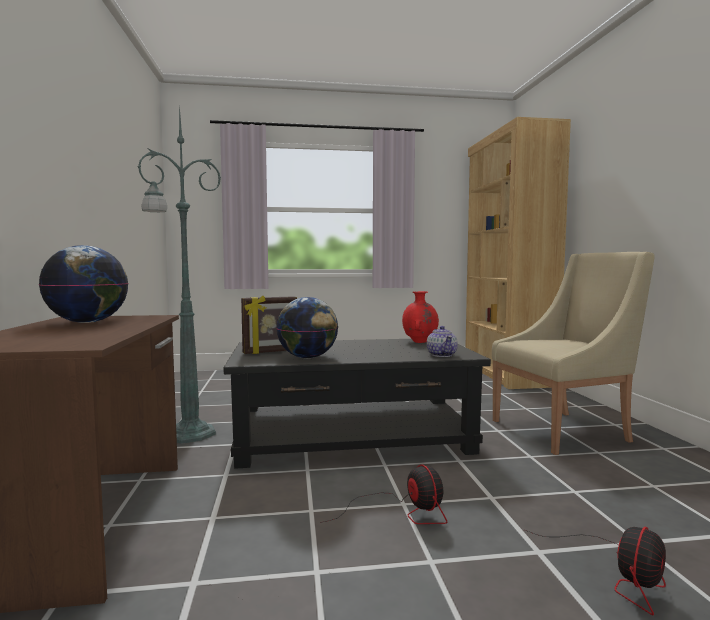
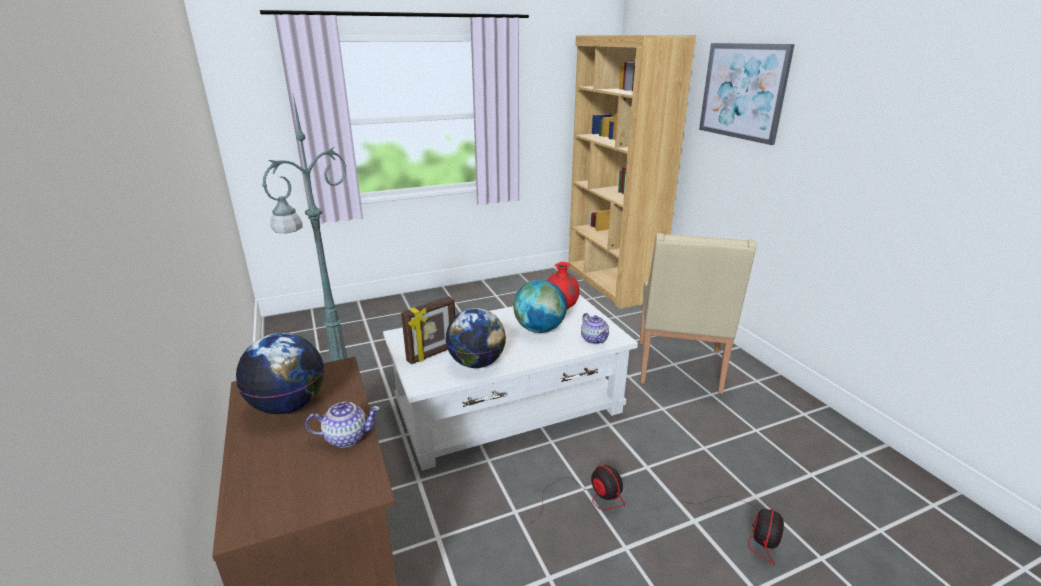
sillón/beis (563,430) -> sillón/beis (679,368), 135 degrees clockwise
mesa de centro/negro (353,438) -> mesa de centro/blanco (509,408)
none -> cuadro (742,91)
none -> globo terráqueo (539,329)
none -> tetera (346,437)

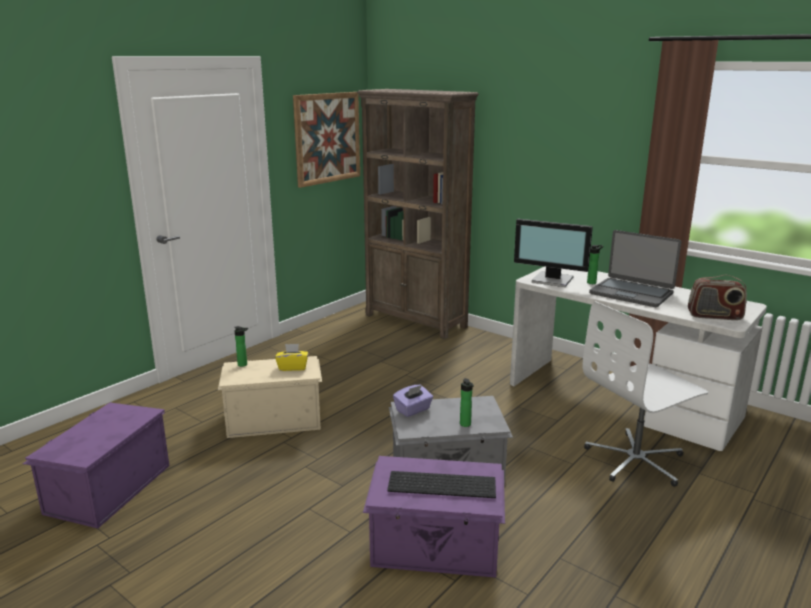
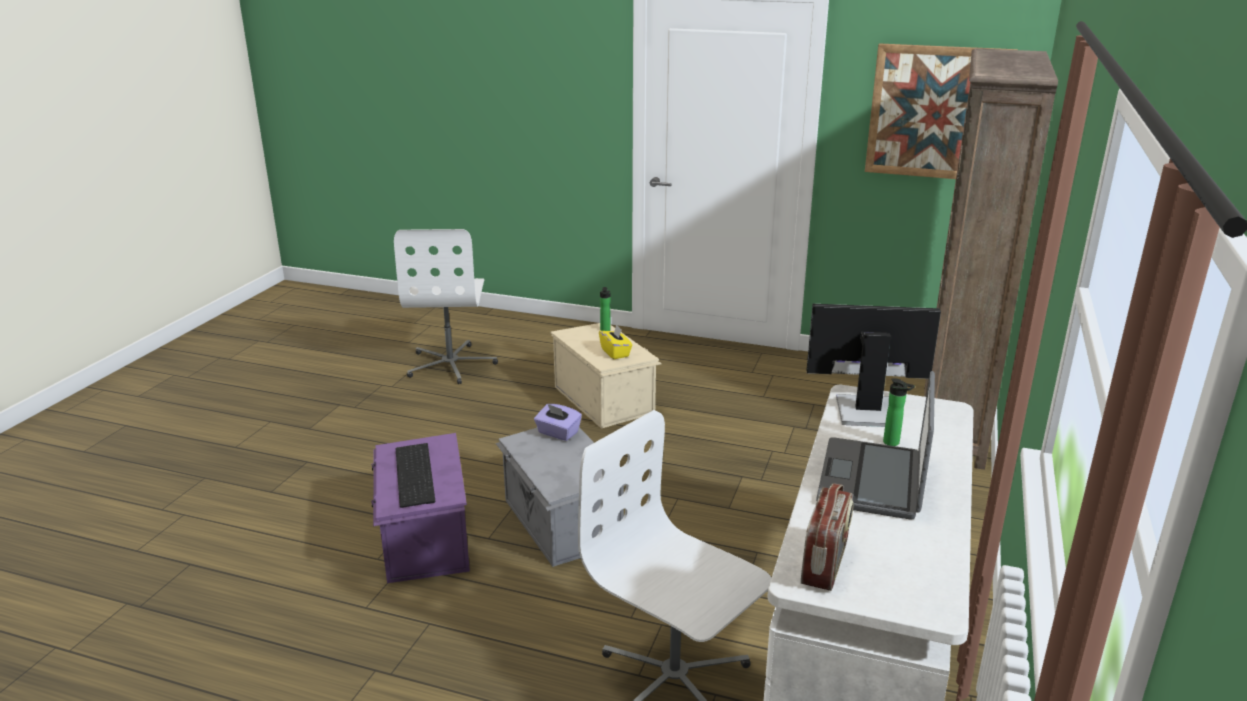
monitor (552,280) -> monitor (866,410), 90 degrees clockwise
radio (714,316) -> radio (825,564), 150 degrees counterclockwise
botella (466,425) -> none
caja de almacenaje/morado (107,489) -> silla de oficina/blanco (451,364)

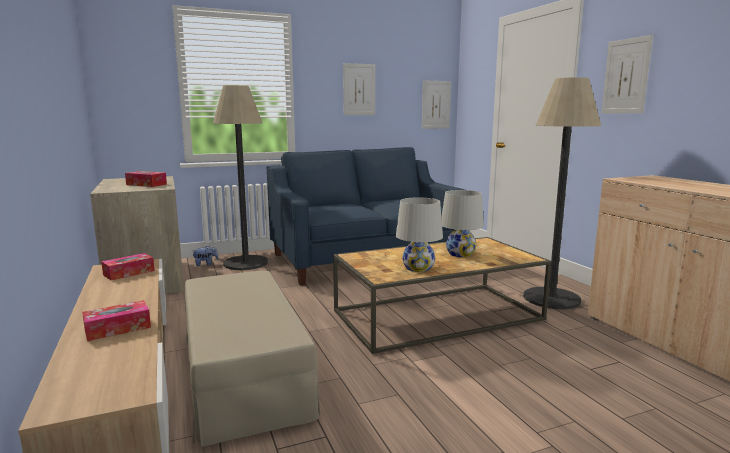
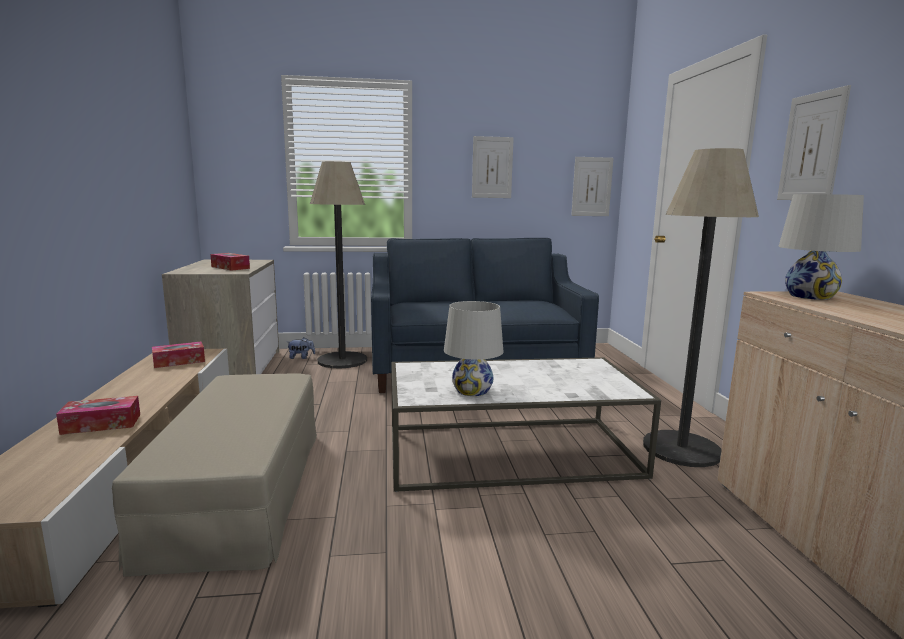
lámpara de mesa/blanco (460,254) -> lámpara de mesa/blanco (810,296), moved
mesa de centro/marrón (437,315) -> mesa de centro/blanco (510,452)

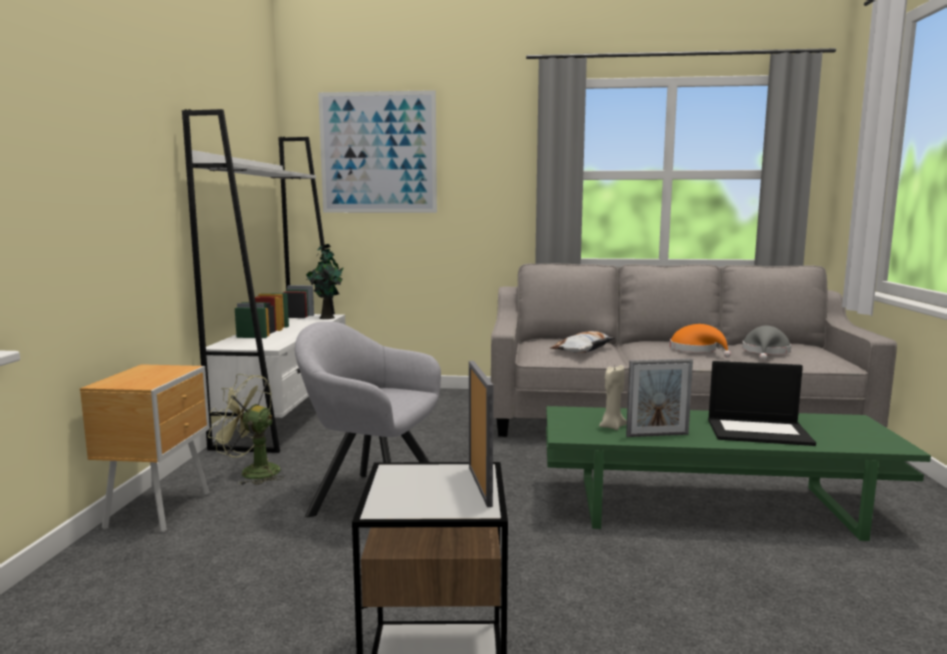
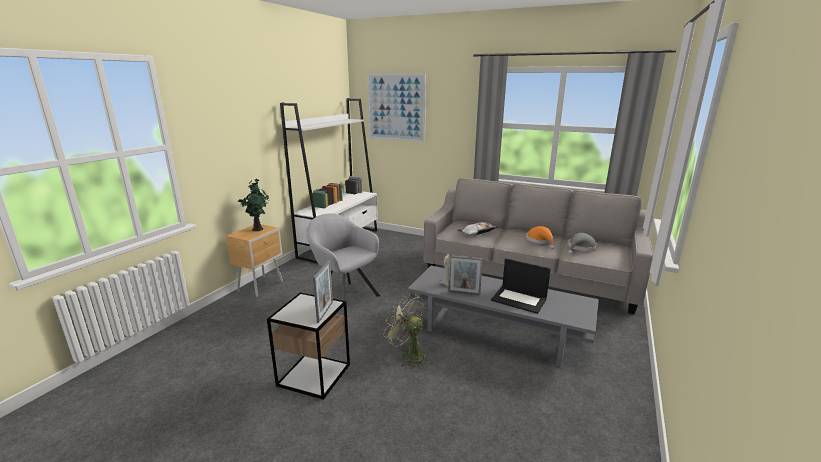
planta en maceta (326,317) -> planta en maceta (258,229), moved
ventilador/verde (251,472) -> ventilador/verde (408,354), moved
mesa de centro/verde (712,506) -> mesa de centro/gris (498,331)

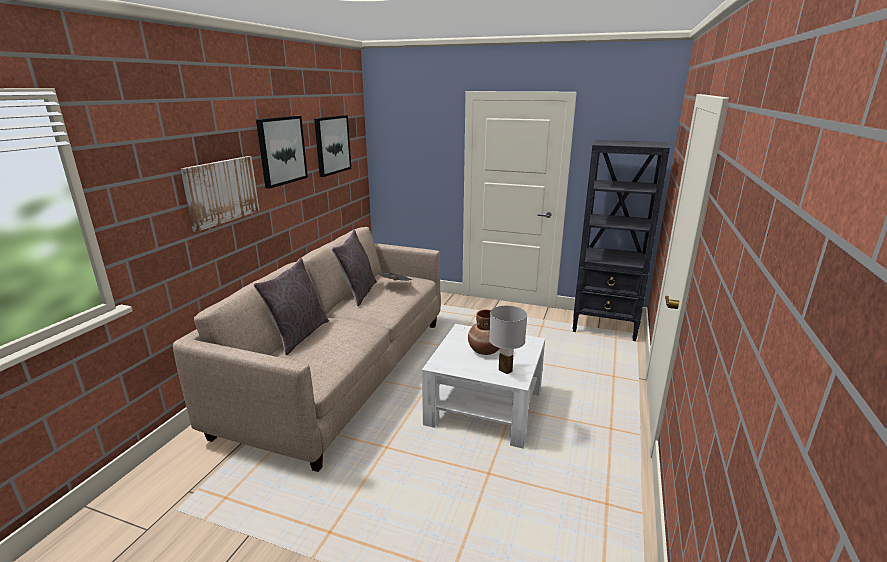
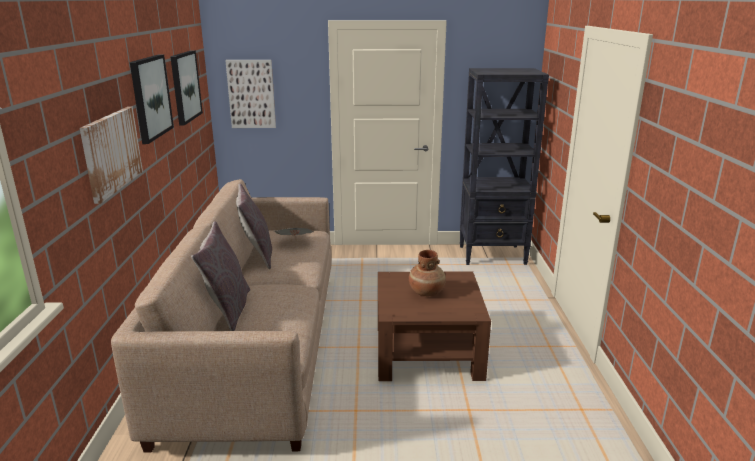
lámpara de mesa/blanco (505,370) -> none
mesa de centro/blanco (485,406) -> mesa de centro/marrón (427,351)
none -> cuadro (251,94)

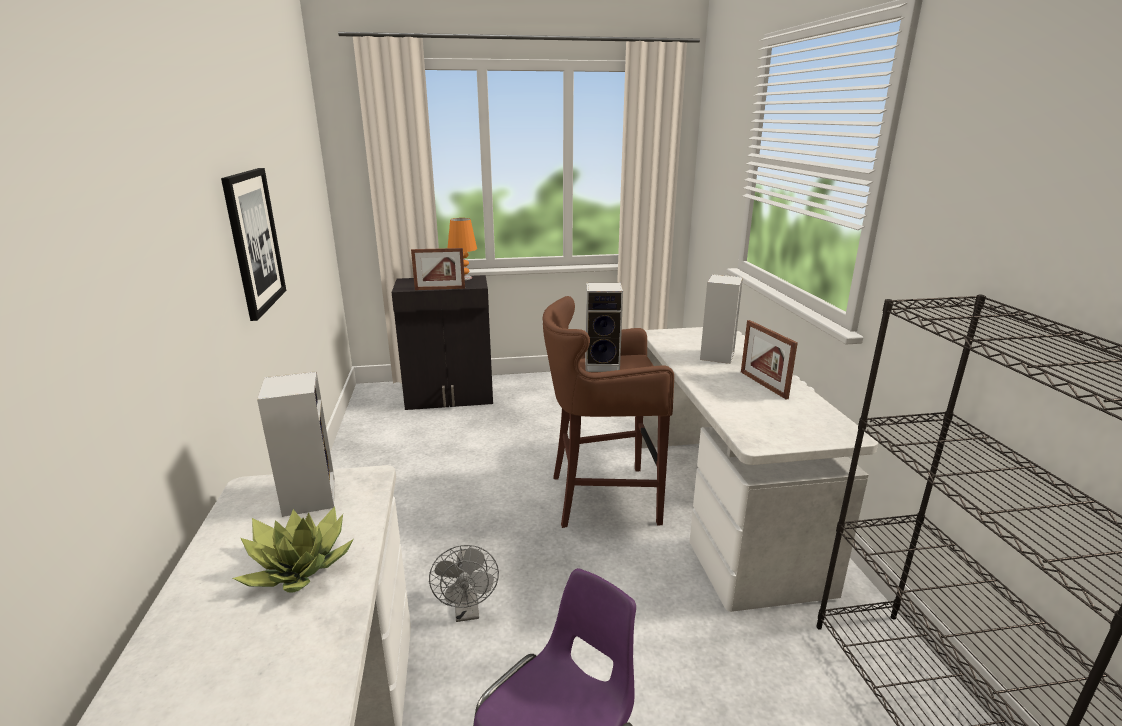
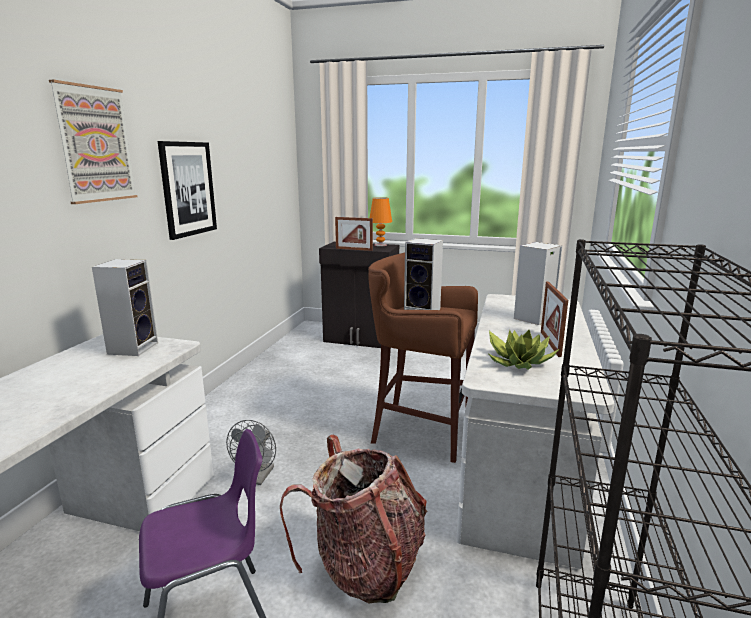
planta en maceta (299,566) -> planta en maceta (518,362), moved
none -> cuadro (95,144)
none -> mochila (365,566)

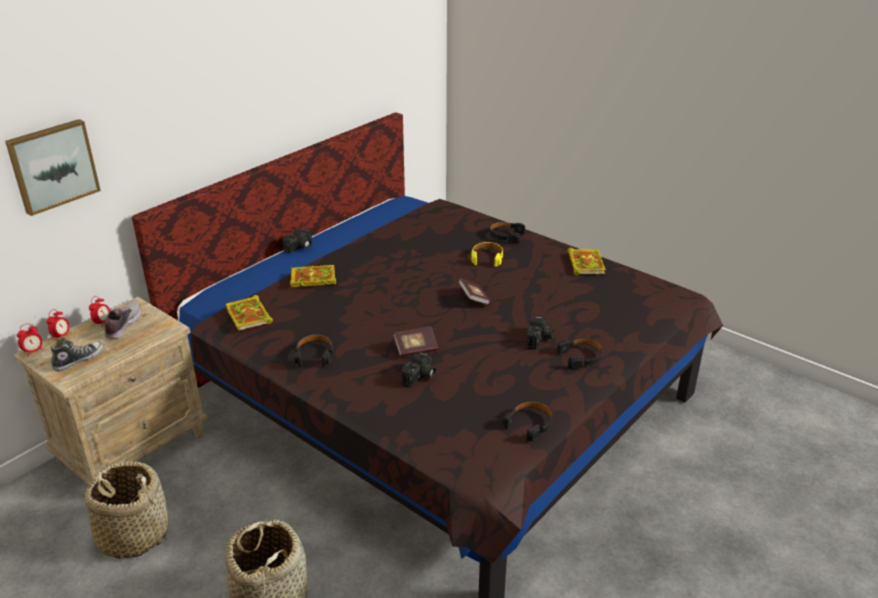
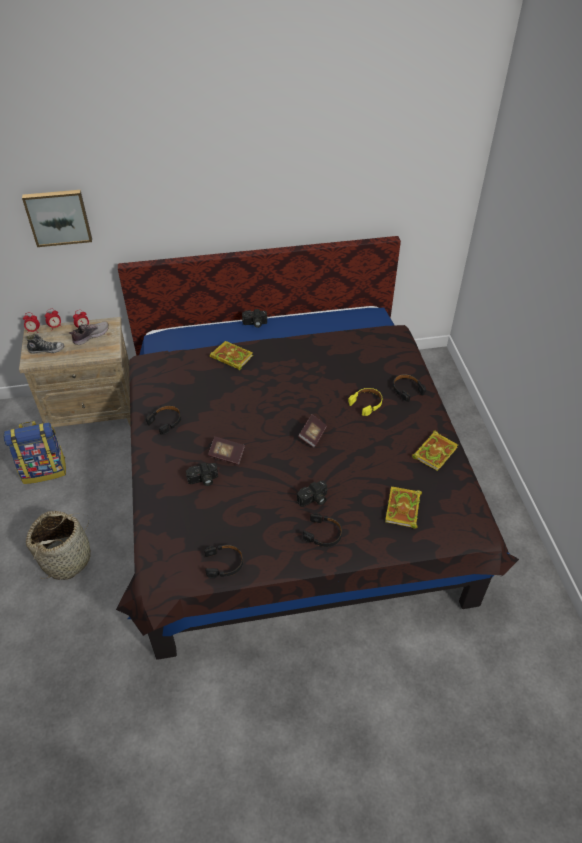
libro (249,316) -> libro (403,509), moved
cesta (133,535) -> mochila (44,470)

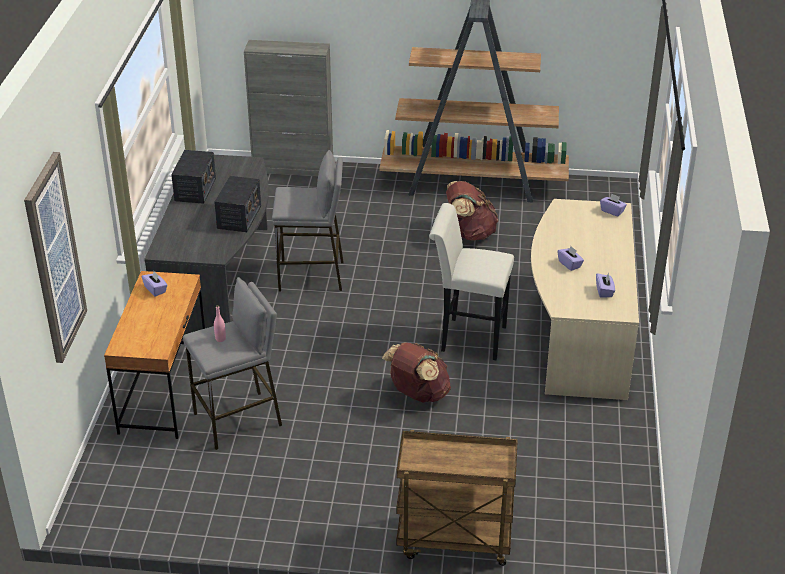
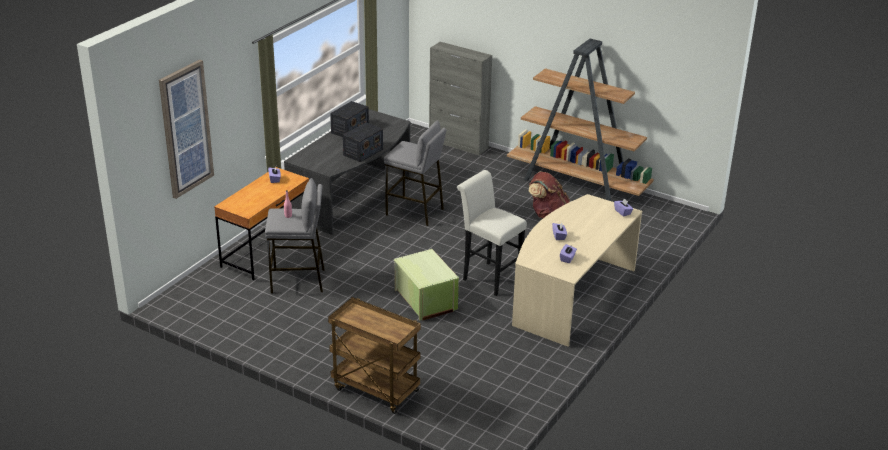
mochila/marrón (418,394) -> caja de almacenaje/verde (425,300)

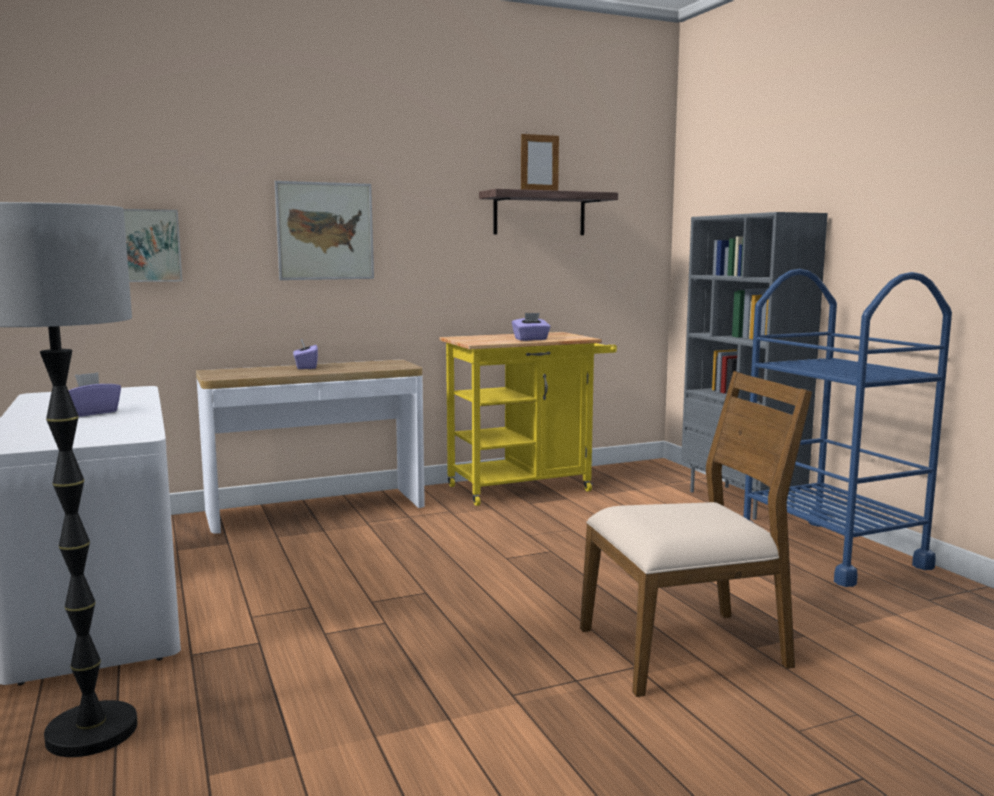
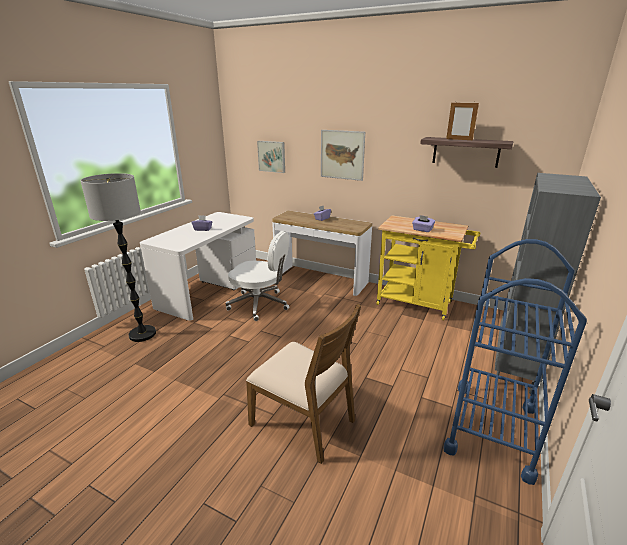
none -> silla de oficina/blanco (260,304)

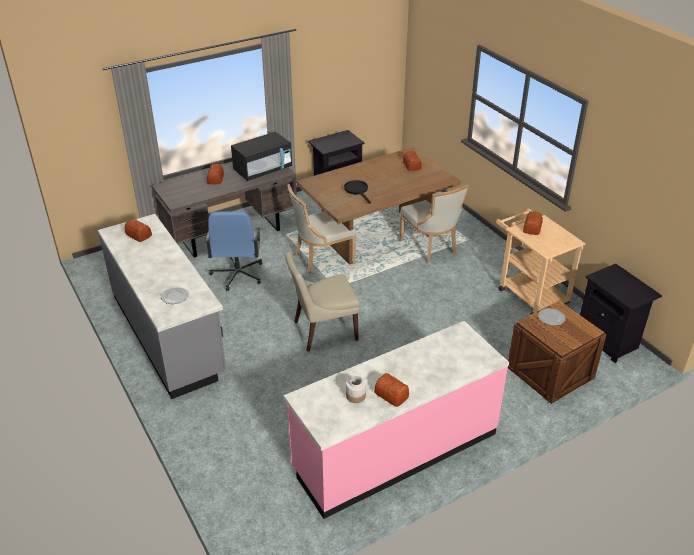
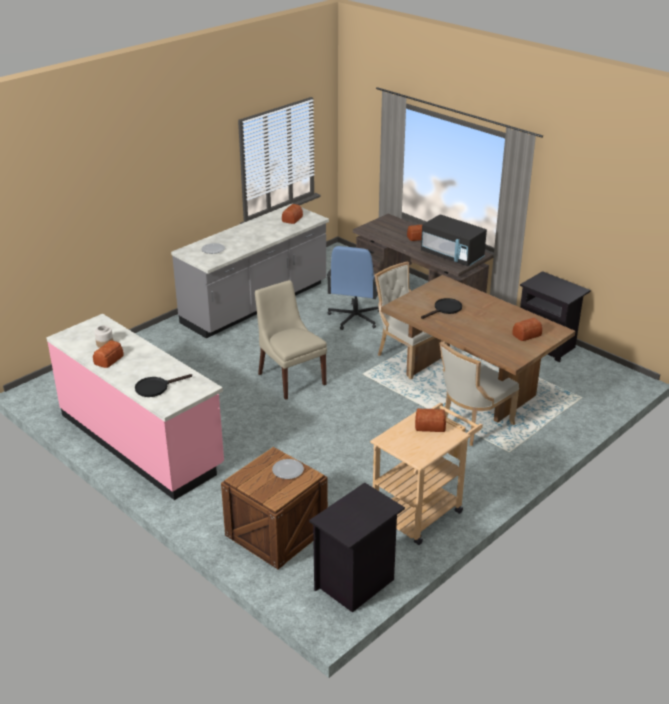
silla de oficina/azul (237,275) -> silla de oficina/azul (354,318), 60 degrees counterclockwise
none -> sartén/negro (156,387)

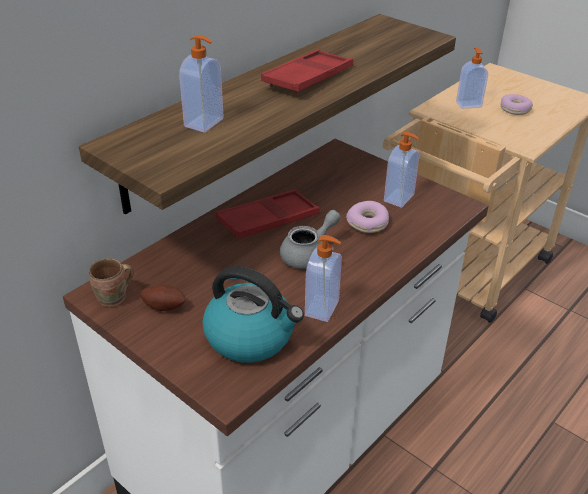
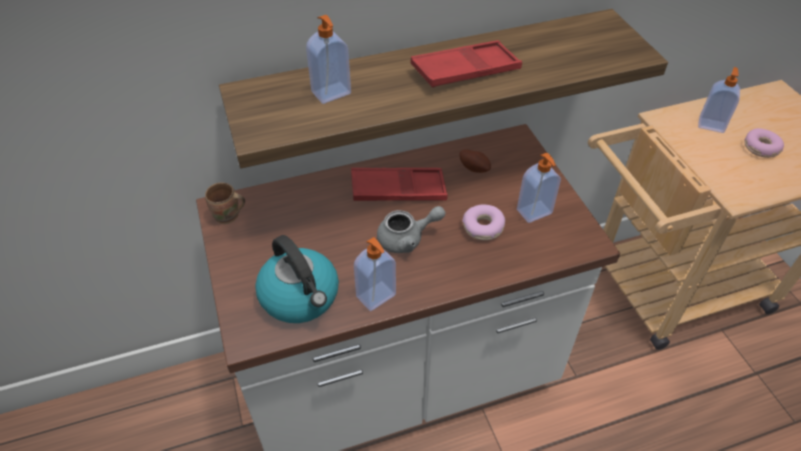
patata (164,306) -> patata (474,168), moved

